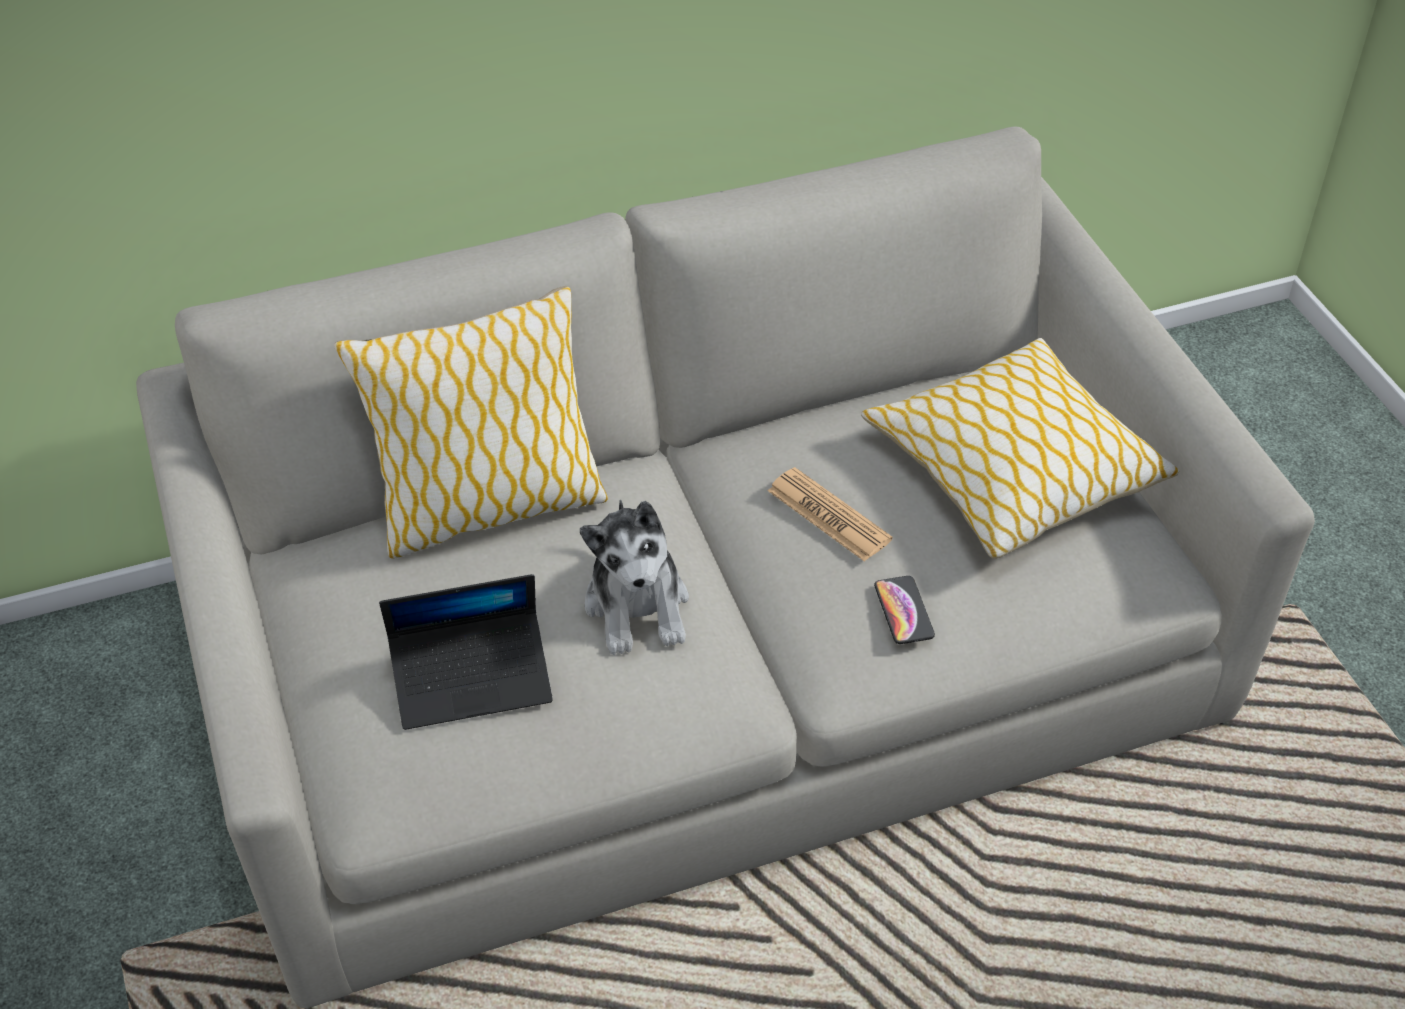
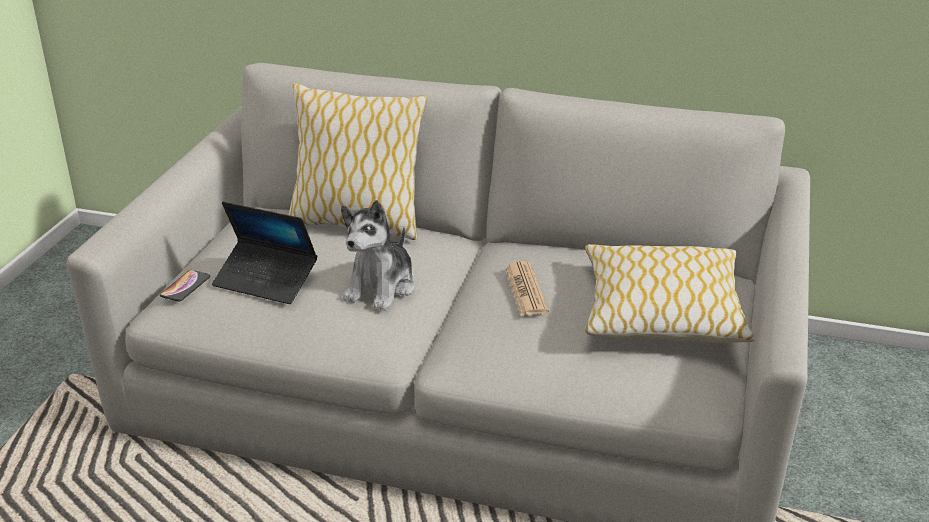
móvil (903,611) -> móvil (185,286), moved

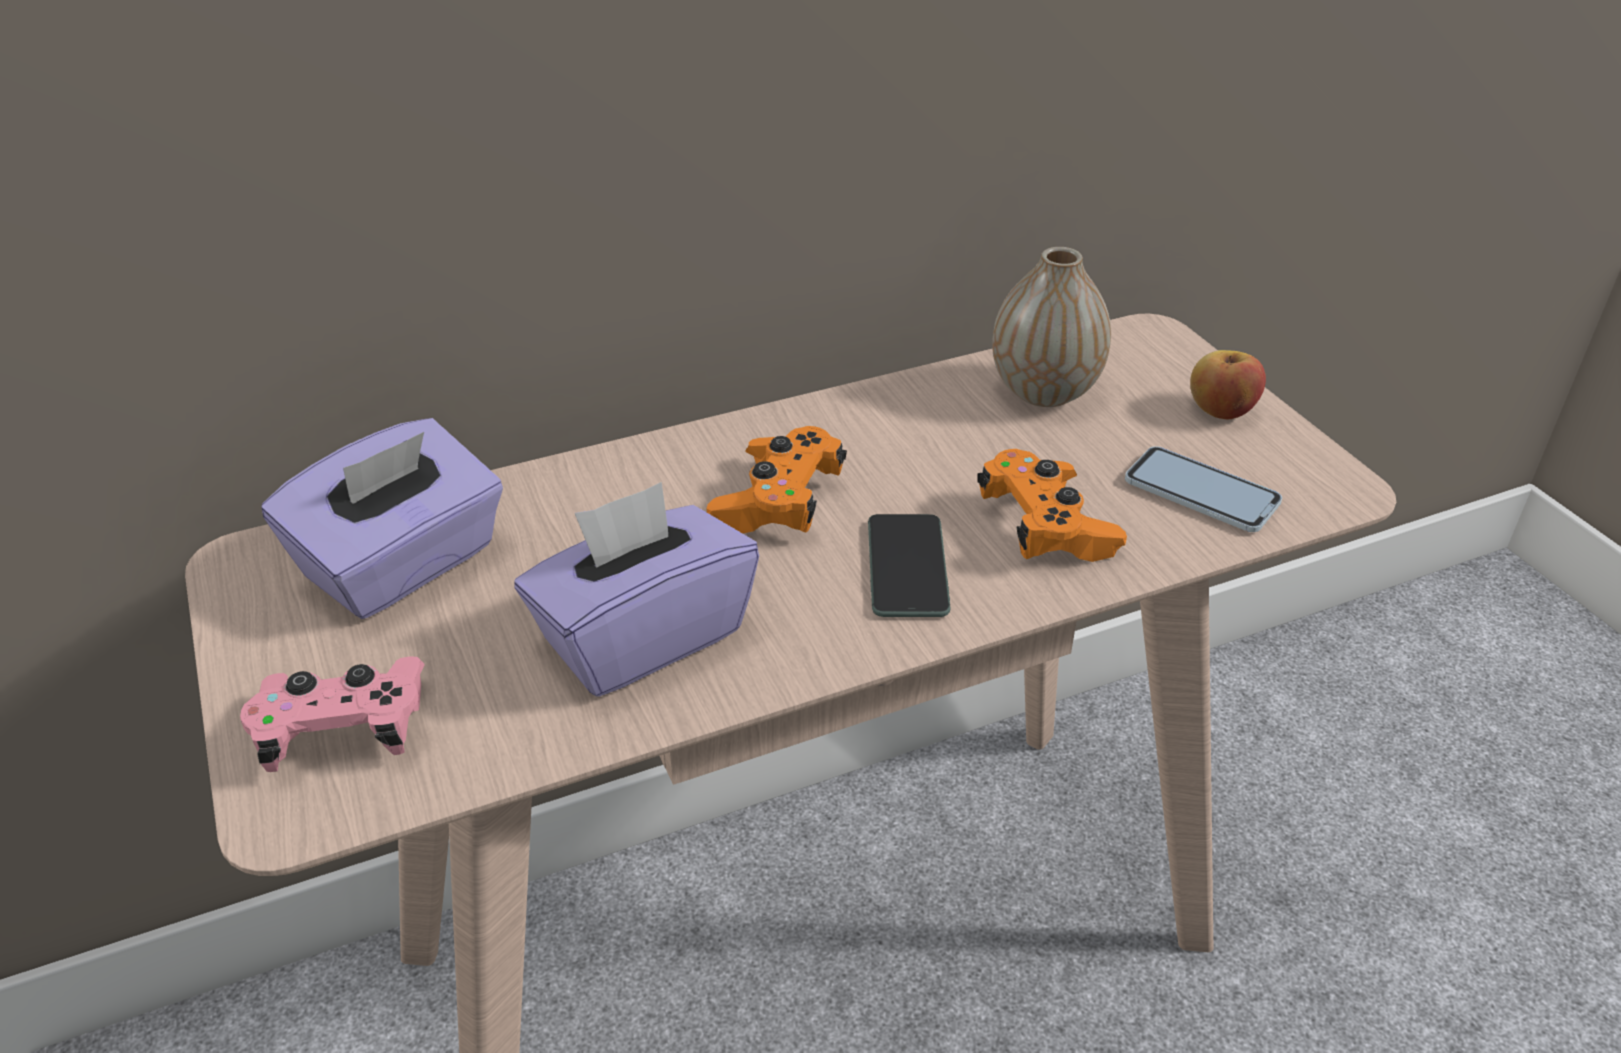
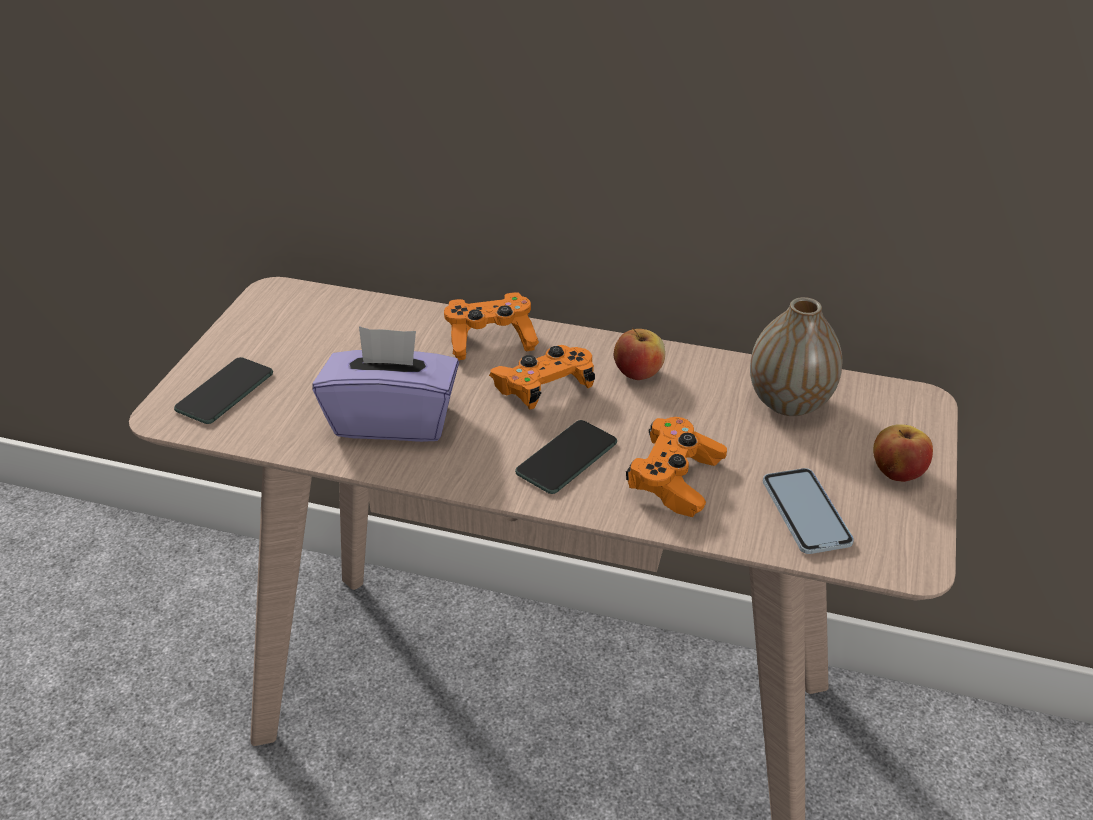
caja de pañuelos/morado (403,565) -> none
mando de consola/rosa (344,731) -> móvil (225,391)
none -> mando de consola/naranja (490,340)
none -> manzana (638,372)

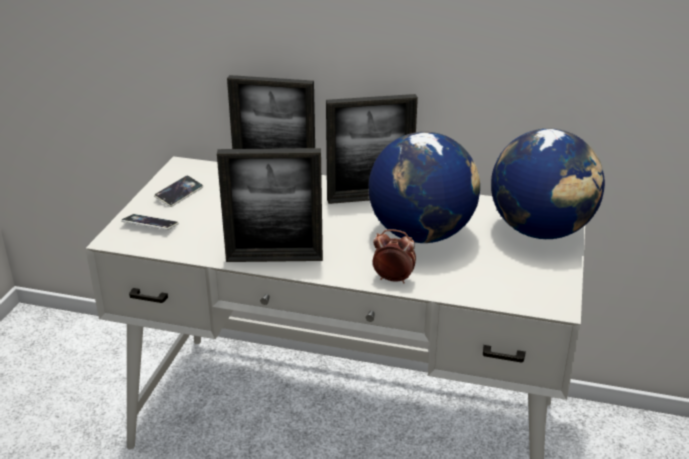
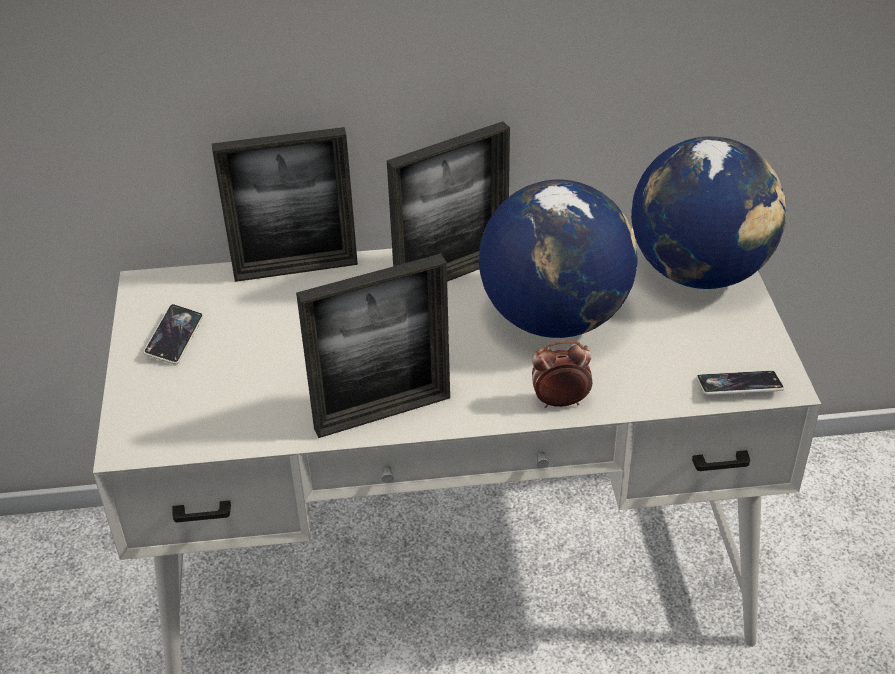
móvil (150,225) -> móvil (738,387), moved

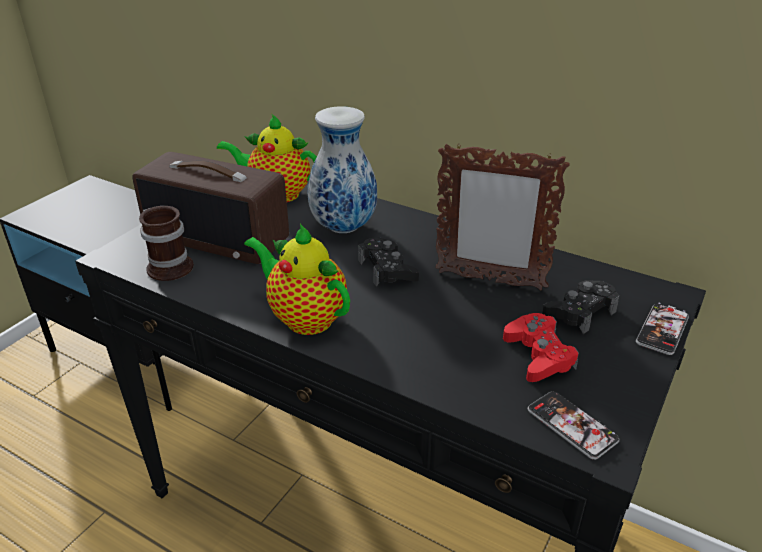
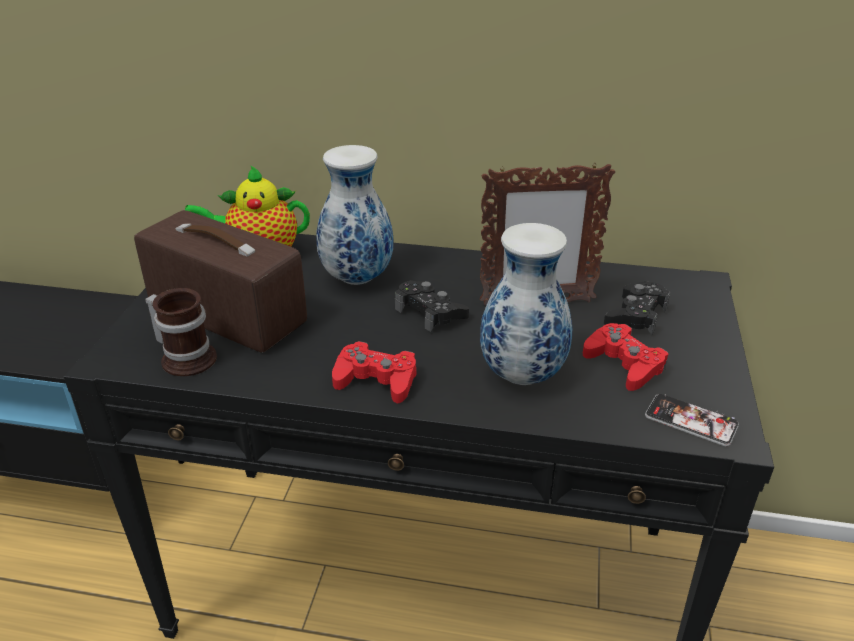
radio (219,237) -> radio (225,314), 150 degrees counterclockwise
tetera (304,317) -> mando de consola/rojo (376,380)
móvil (662,330) -> none
none -> florero (520,374)

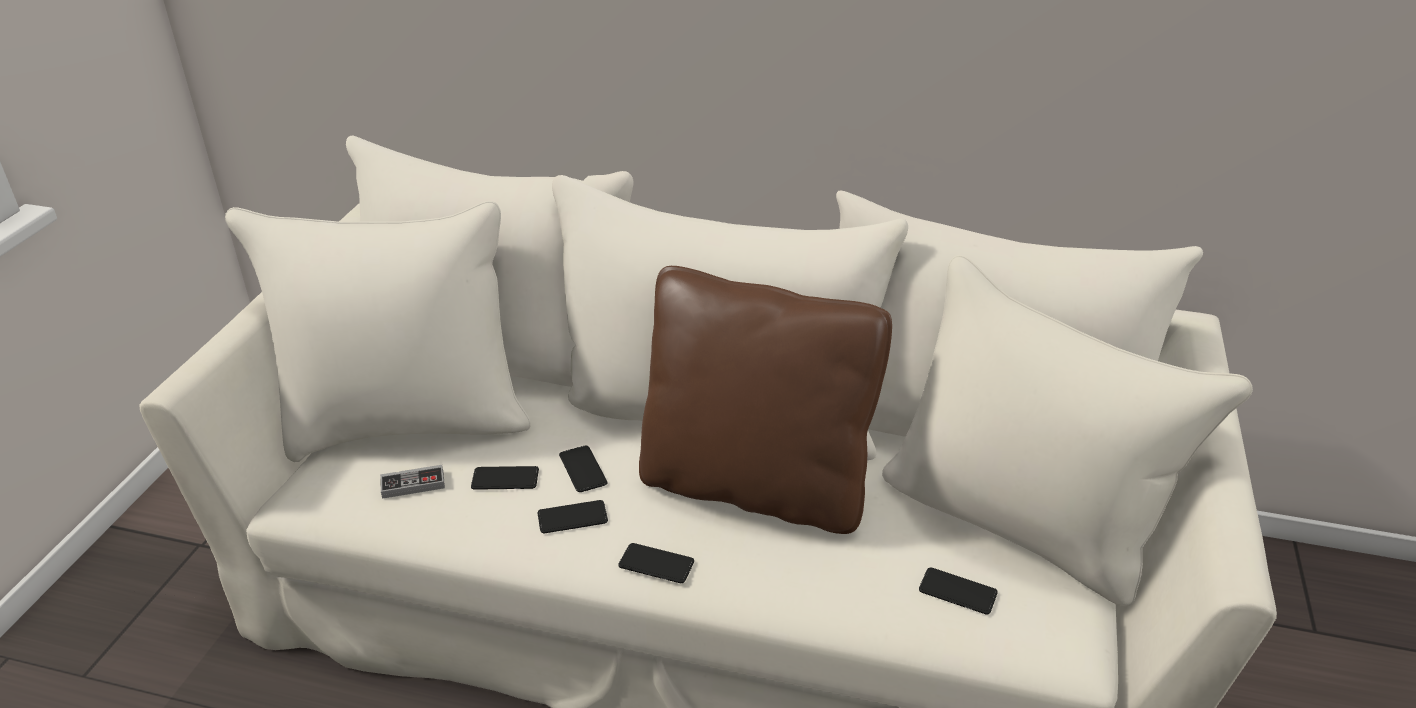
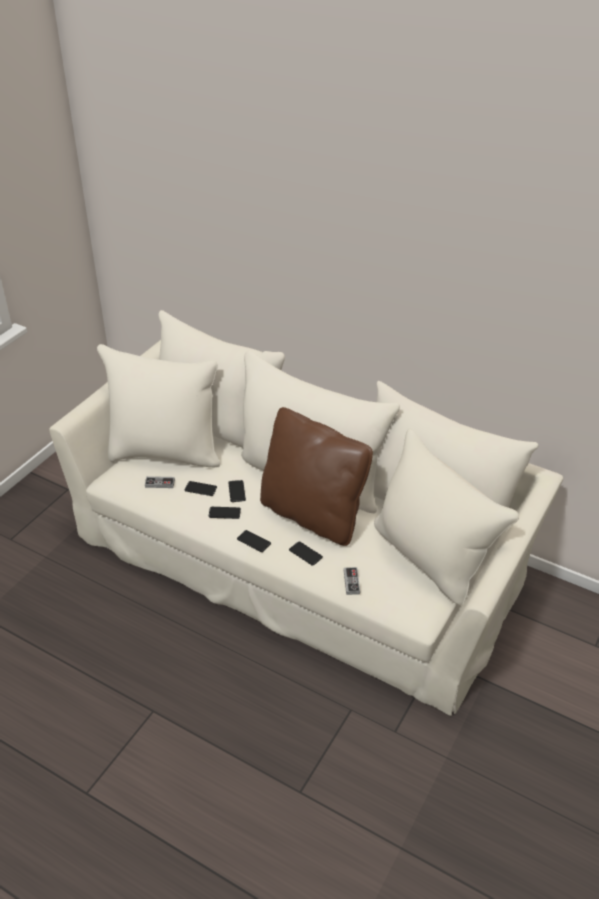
móvil (957,592) -> móvil (305,554), moved
none -> mando de consola (351,582)

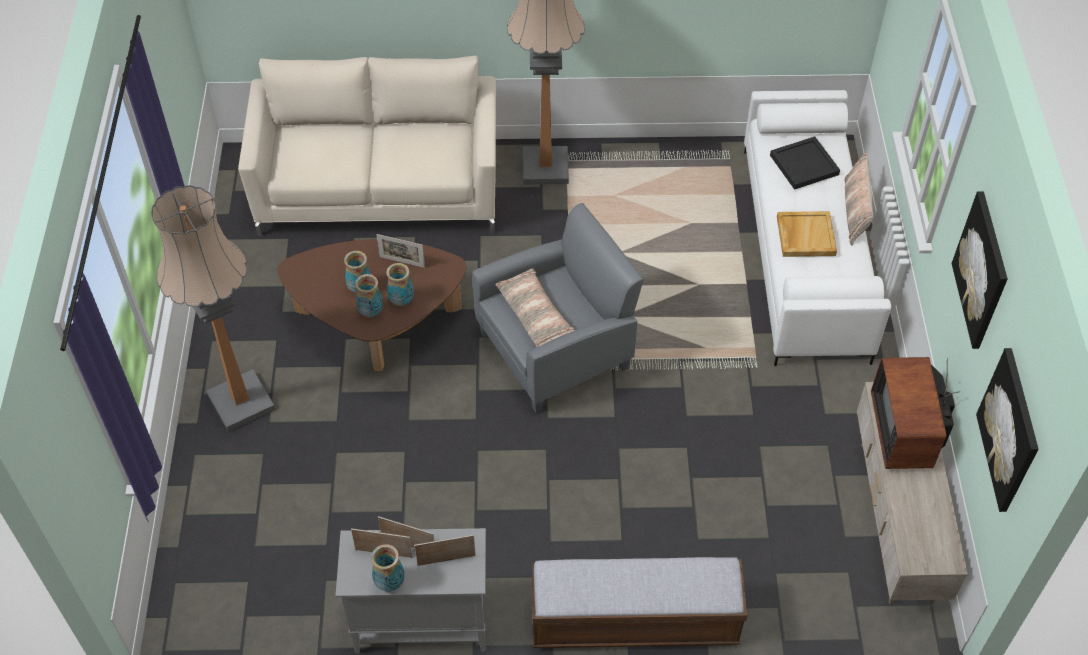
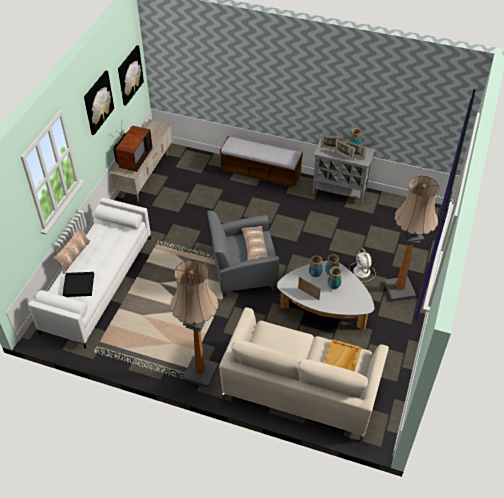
bandeja/beis (805,235) -> bandeja/beis (342,357), moved
mesa de centro/marrón (377,323) -> mesa de centro/blanco (324,309)
none -> ventilador/blanco (362,272)

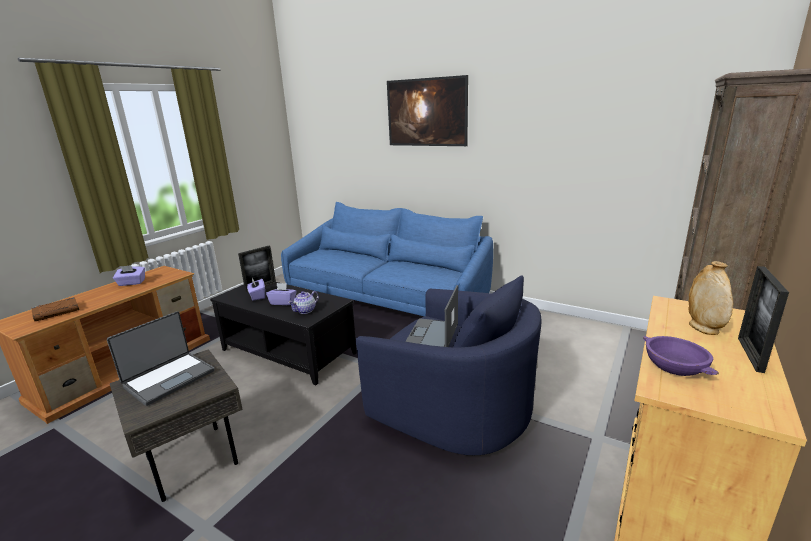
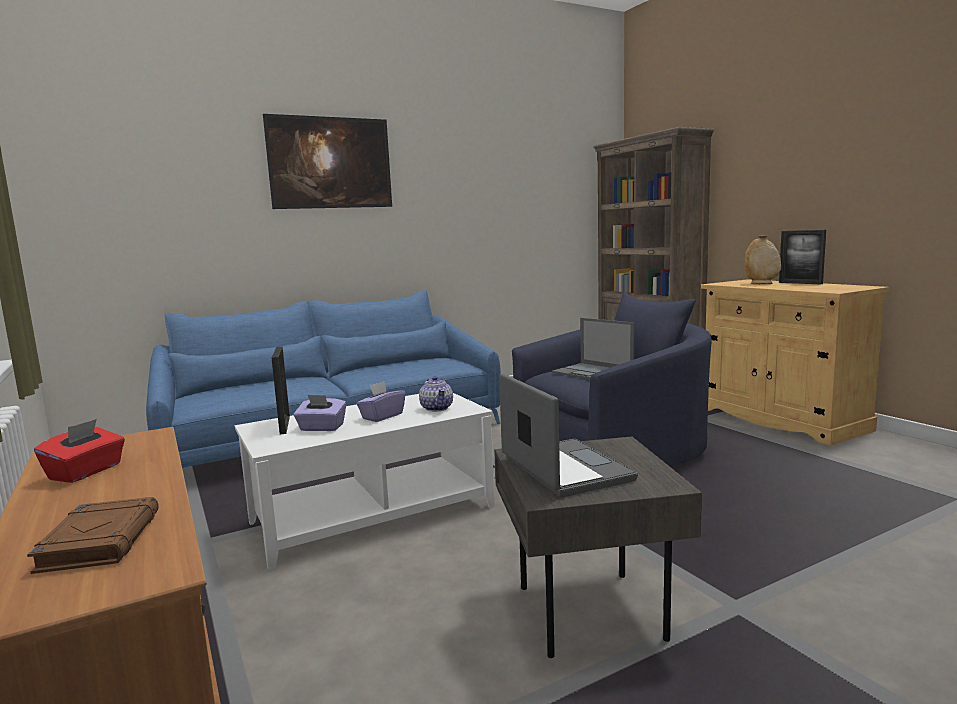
caja de pañuelos/morado (131,283) -> caja de pañuelos/rojo (86,472)
mesa de centro/negro (289,351) -> mesa de centro/blanco (372,514)
cuenco/morado (673,367) -> none

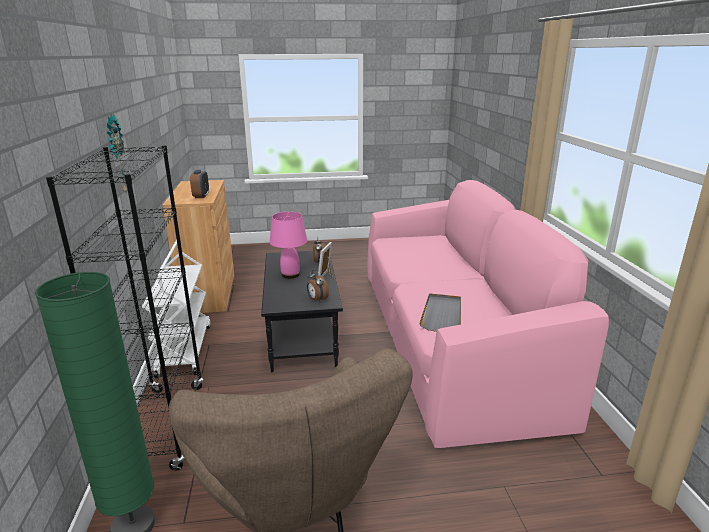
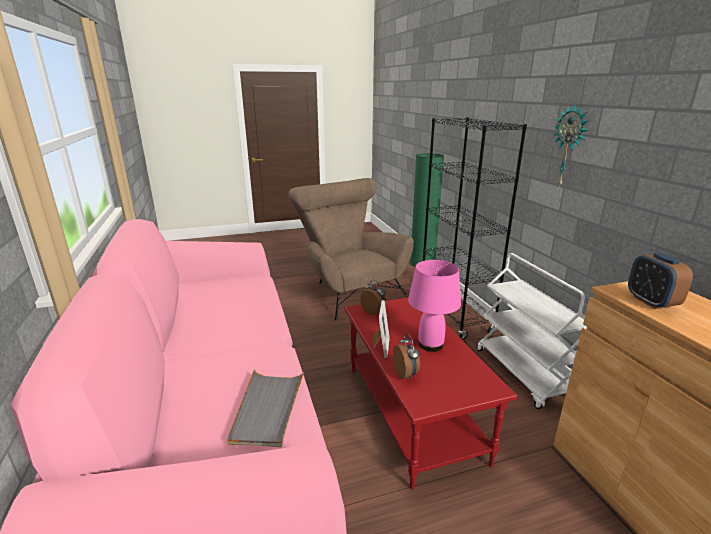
mesa de centro/negro (303,334) -> mesa de centro/rojo (410,412)
bandeja/gris (442,314) -> bandeja/gris (268,409), moved

